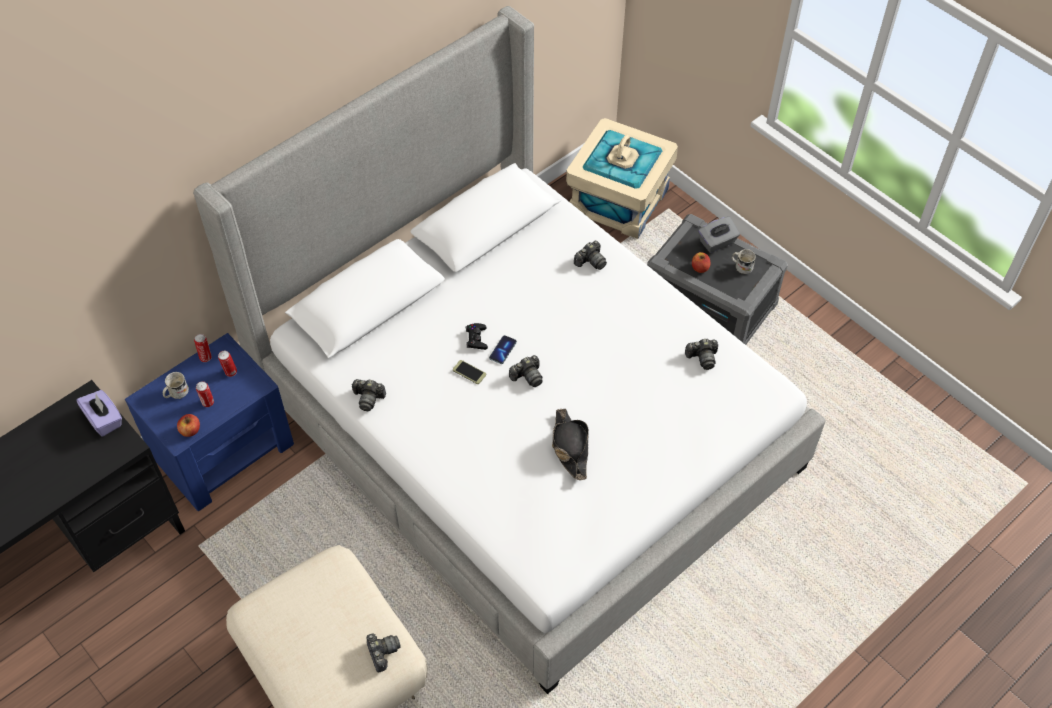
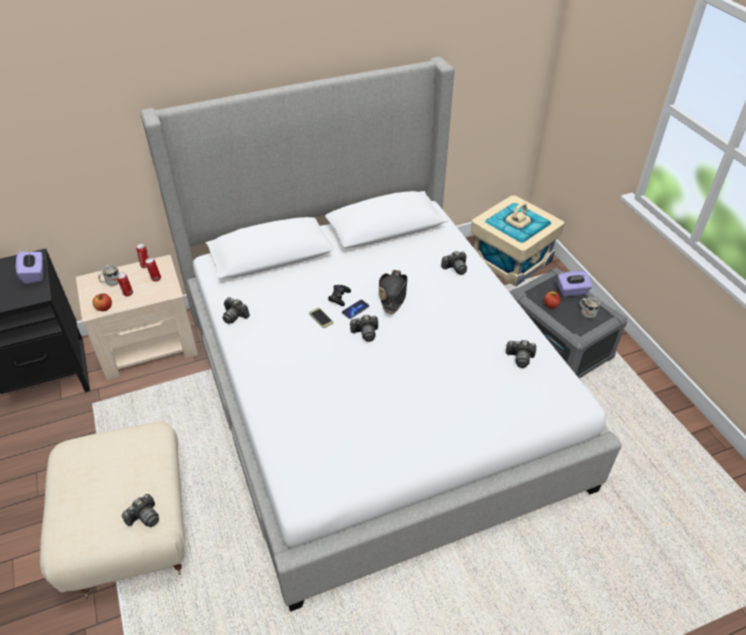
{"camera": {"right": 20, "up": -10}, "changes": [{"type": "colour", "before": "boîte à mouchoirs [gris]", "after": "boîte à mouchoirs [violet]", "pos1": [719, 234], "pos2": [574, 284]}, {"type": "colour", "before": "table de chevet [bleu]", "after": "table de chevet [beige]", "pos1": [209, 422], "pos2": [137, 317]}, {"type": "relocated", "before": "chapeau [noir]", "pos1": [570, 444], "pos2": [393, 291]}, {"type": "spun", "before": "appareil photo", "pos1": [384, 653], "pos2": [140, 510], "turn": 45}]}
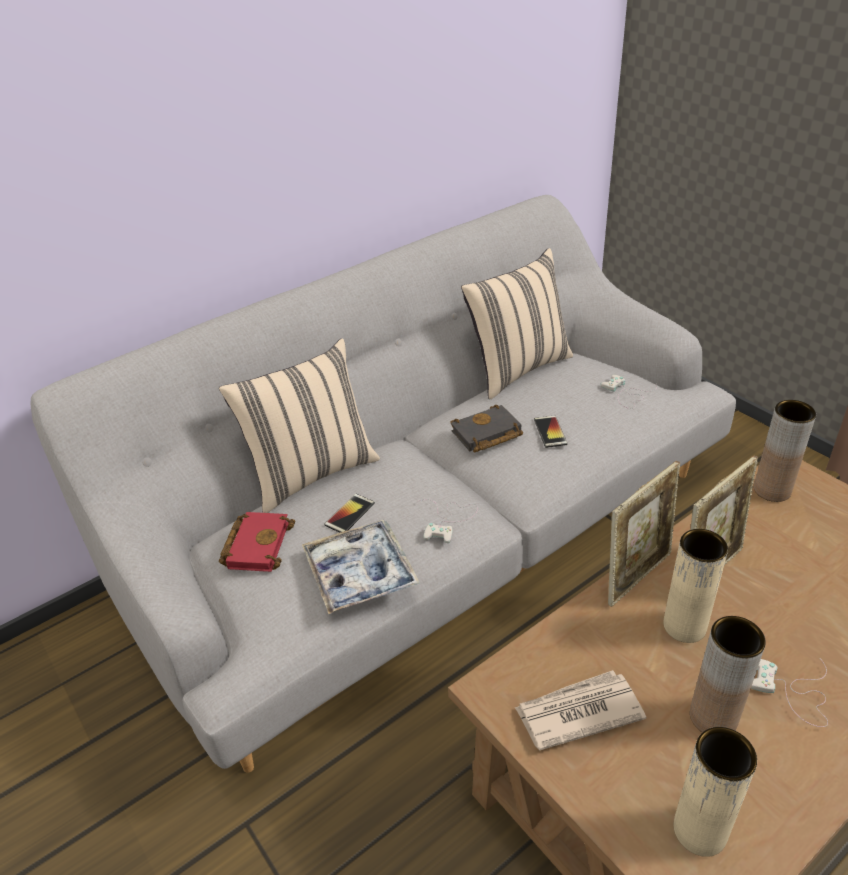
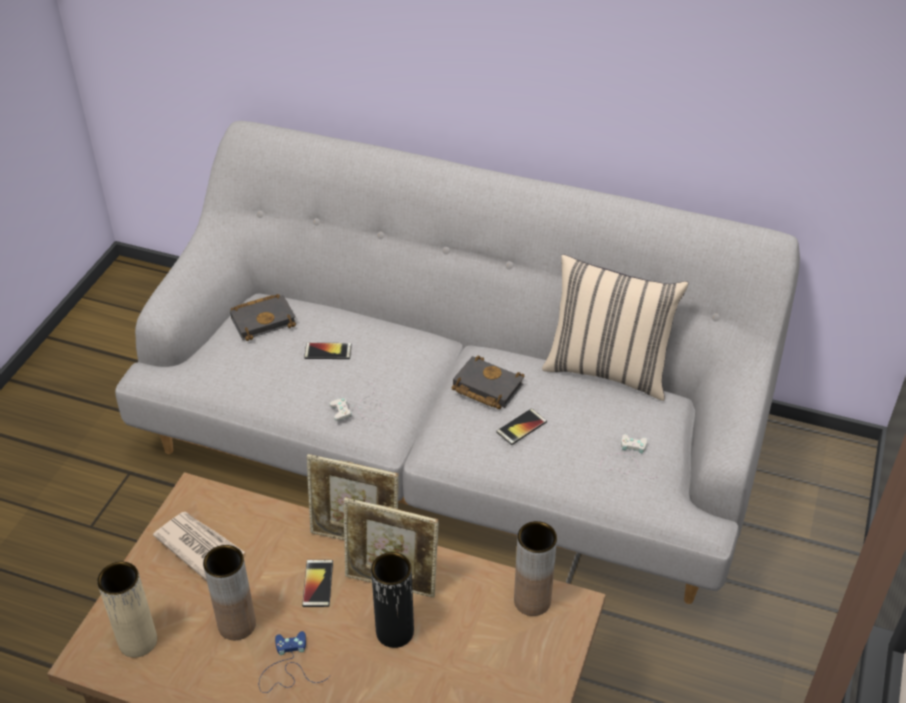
{"camera": {"right": 55, "up": 5}, "changes": [{"type": "missing", "before": "coussin [beige]", "pos1": [299, 425]}, {"type": "colour", "before": "livre [rouge]", "after": "livre [noir]", "pos1": [257, 542], "pos2": [263, 317]}, {"type": "missing", "before": "plateau", "pos1": [361, 567]}, {"type": "exchanged", "before": "vase [beige]", "after": "téléphone", "pos1": [695, 586], "pos2": [317, 583]}, {"type": "colour", "before": "manette [blanc]", "after": "manette [bleu]", "pos1": [789, 693], "pos2": [295, 662]}, {"type": "appeared", "after": "vase [noir]", "pos2": [392, 600]}]}
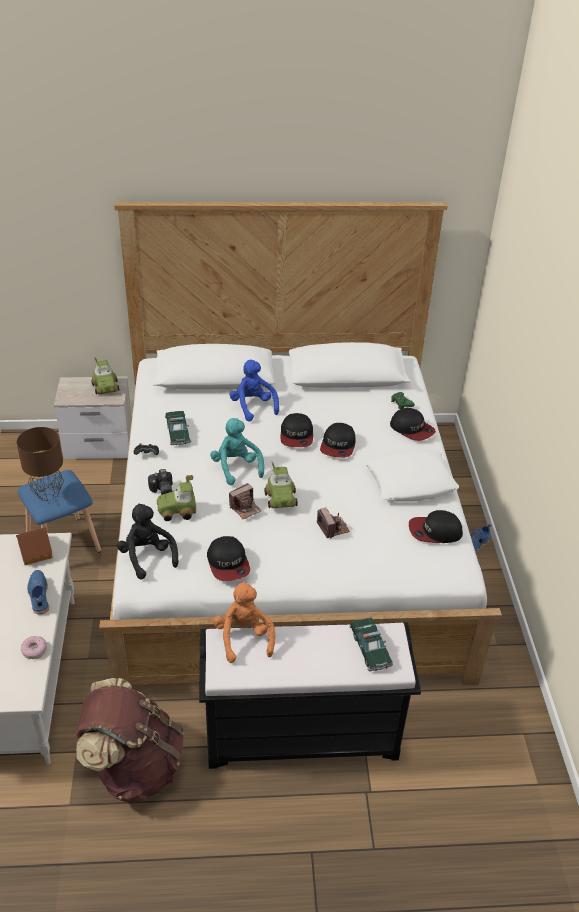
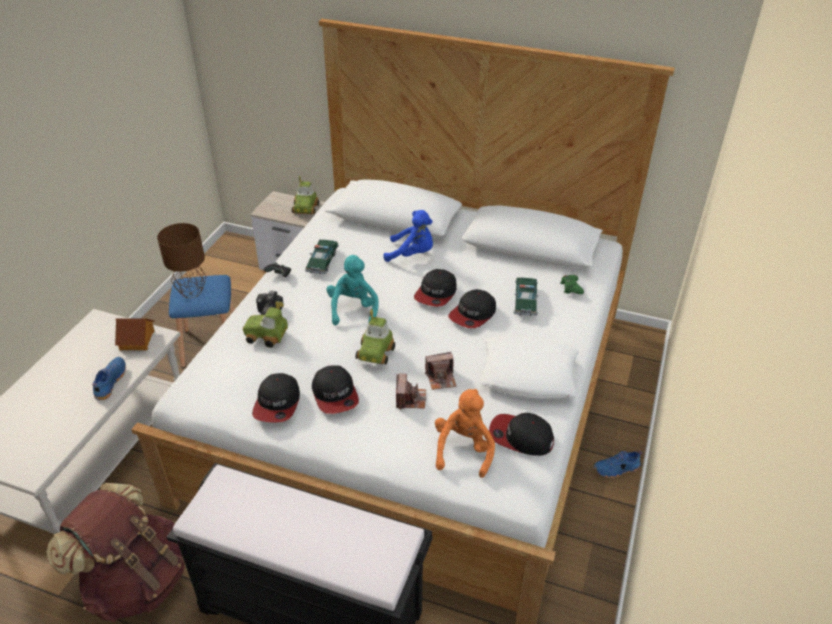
{"camera": {"right": 25, "up": 0}, "changes": [{"type": "spun", "before": "peluche [bleu]", "pos1": [254, 391], "pos2": [408, 236], "turn": 105}, {"type": "relocated", "before": "casquette", "pos1": [413, 424], "pos2": [335, 389]}, {"type": "relocated", "before": "appareil photo", "pos1": [245, 501], "pos2": [440, 371]}, {"type": "missing", "before": "peluche [noir]", "pos1": [147, 541]}, {"type": "relocated", "before": "peluche [orange]", "pos1": [244, 622], "pos2": [465, 433]}, {"type": "relocated", "before": "petite voiture", "pos1": [371, 644], "pos2": [526, 296]}, {"type": "missing", "before": "beignet", "pos1": [34, 647]}]}
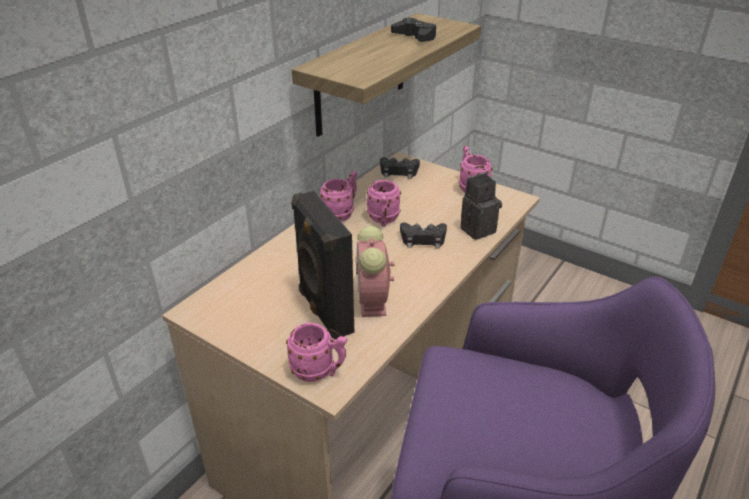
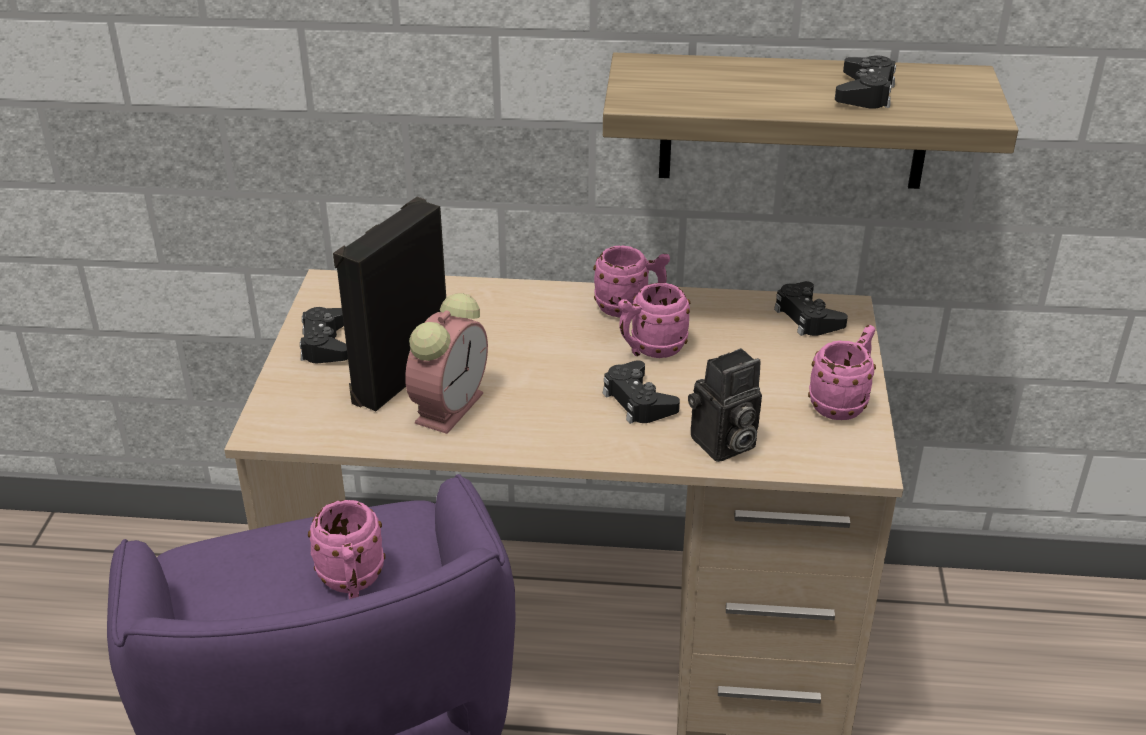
{"camera": {"right": 60, "up": 0}, "changes": [{"type": "spun", "before": "appareil photo", "pos1": [481, 206], "pos2": [725, 405], "turn": 120}, {"type": "spun", "before": "réveil", "pos1": [375, 271], "pos2": [446, 363], "turn": 150}, {"type": "relocated", "before": "mug [rose]", "pos1": [316, 352], "pos2": [346, 549]}, {"type": "appeared", "after": "manette [noir]", "pos2": [324, 335]}]}
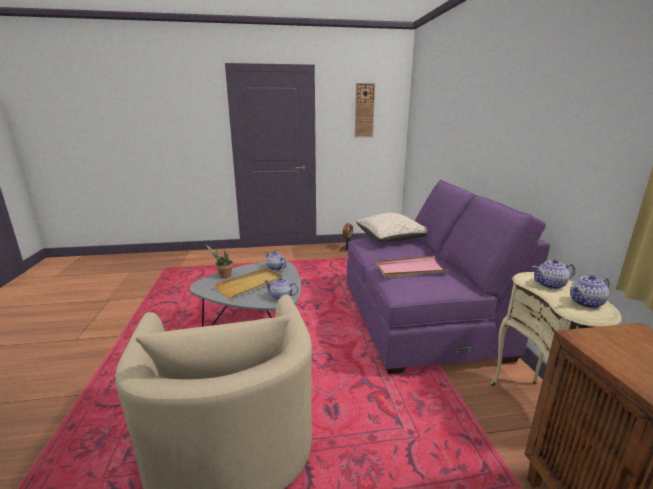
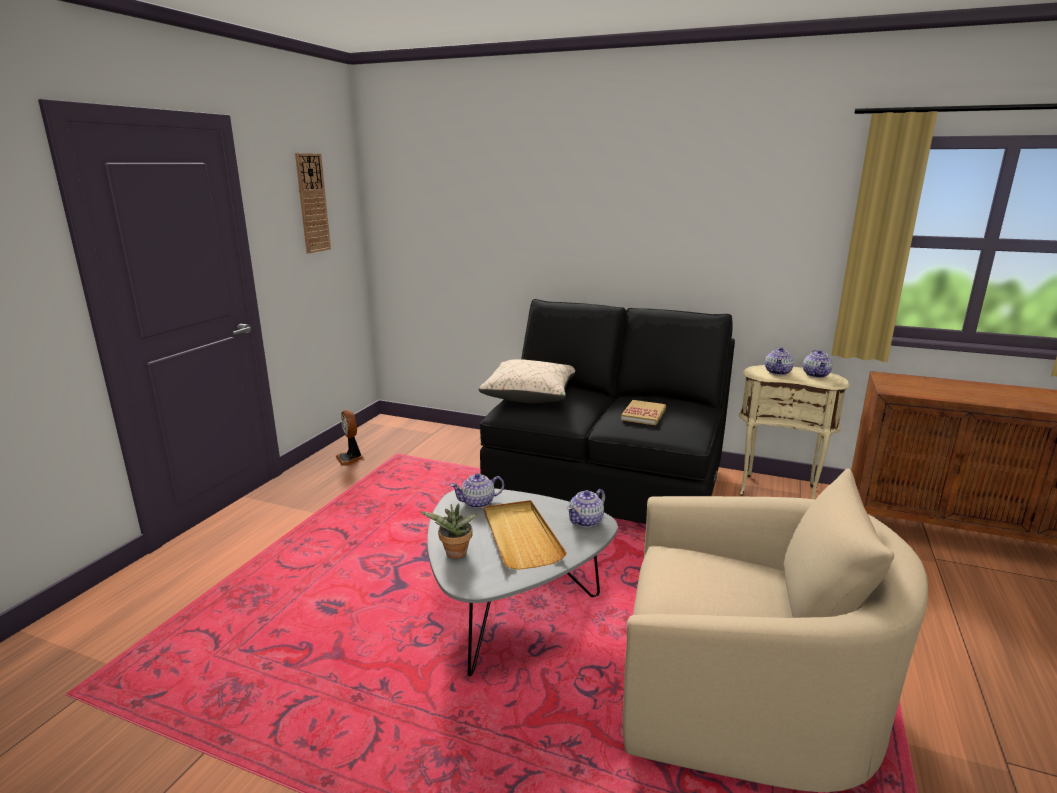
{"camera": {"right": -60, "up": 0}, "changes": [{"type": "colour", "before": "canapé [violet]", "after": "canapé [noir]", "pos1": [448, 277], "pos2": [607, 411]}, {"type": "exchanged", "before": "plateau [rose]", "after": "livre", "pos1": [413, 267], "pos2": [643, 413]}]}
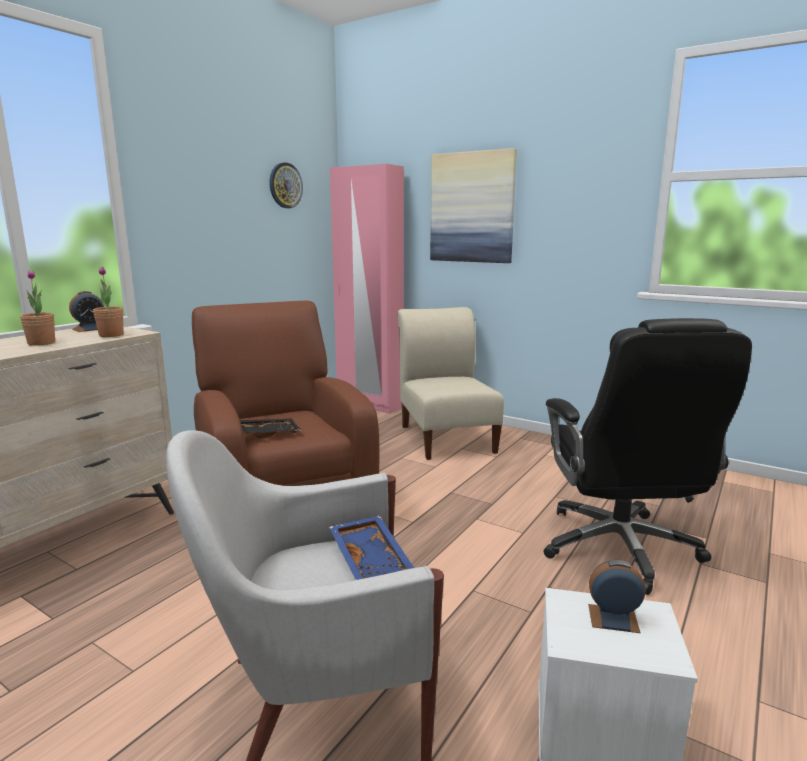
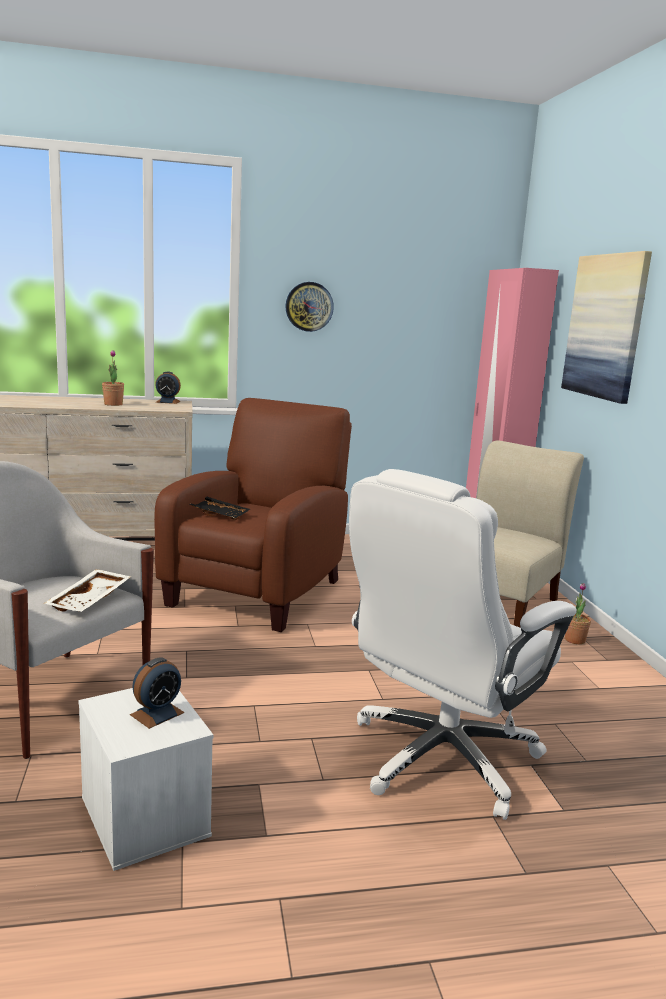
{"camera": {"right": 45, "up": 0}, "changes": [{"type": "relocated", "before": "horloge murale", "pos1": [286, 185], "pos2": [309, 307]}, {"type": "relocated", "before": "plante en pot", "pos1": [108, 302], "pos2": [578, 613]}, {"type": "colour", "before": "chaise de bureau [noir]", "after": "chaise de bureau [blanc]", "pos1": [647, 456], "pos2": [463, 644]}, {"type": "colour", "before": "plateau [bleu]", "after": "plateau [blanc]", "pos1": [371, 547], "pos2": [88, 590]}, {"type": "spun", "before": "réveil", "pos1": [617, 596], "pos2": [157, 693], "turn": 75}]}
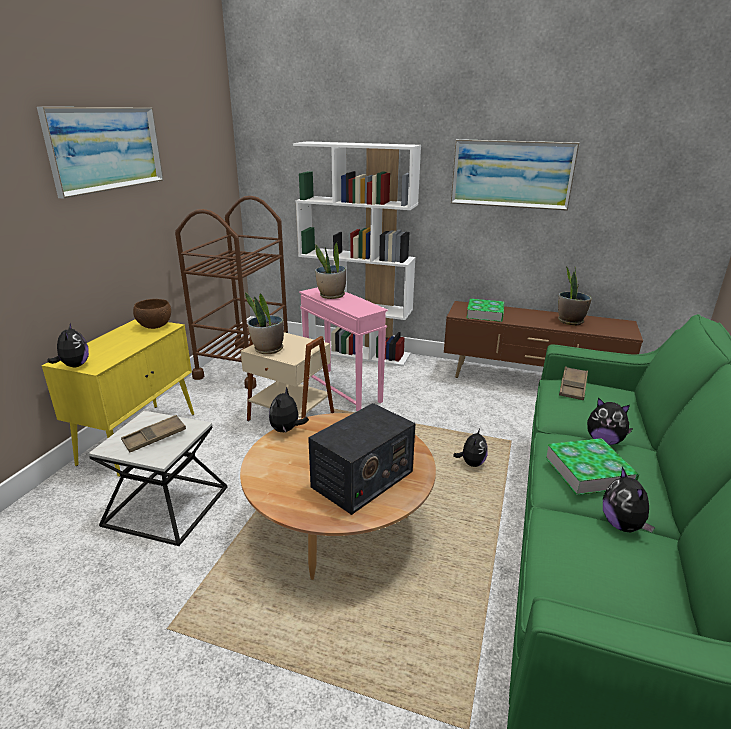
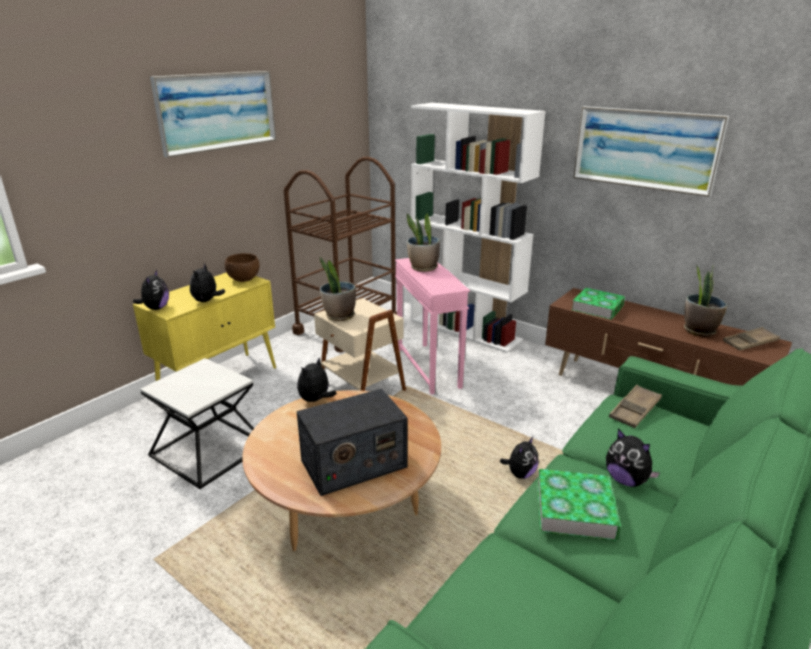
{"camera": {"right": 20, "up": 0}, "changes": [{"type": "relocated", "before": "plateau [marron]", "pos1": [153, 434], "pos2": [751, 339]}, {"type": "relocated", "before": "peluche", "pos1": [629, 499], "pos2": [208, 282]}]}
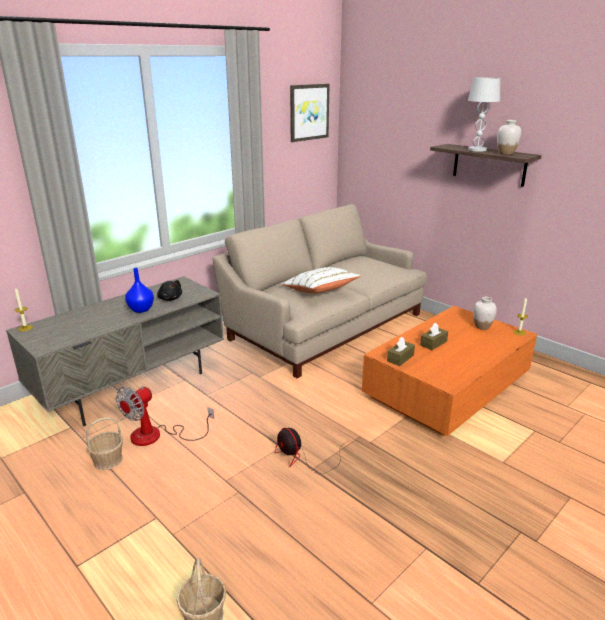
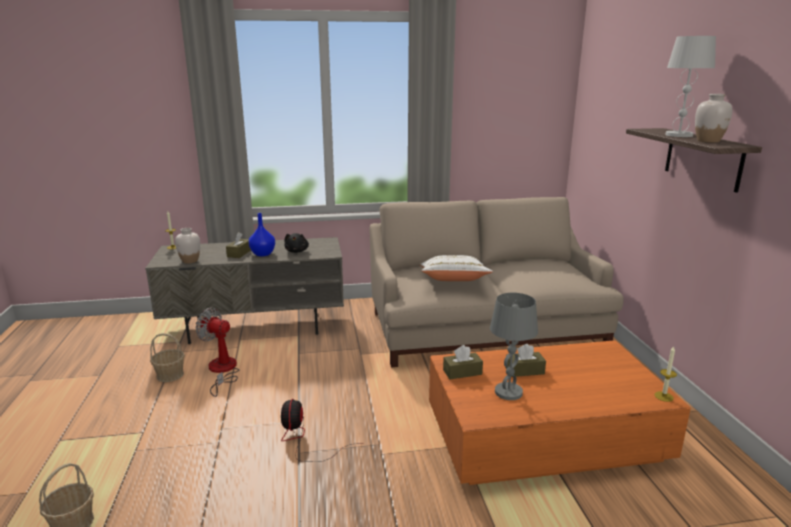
{"camera": {"right": 35, "up": -5}, "changes": [{"type": "missing", "before": "tableau", "pos1": [310, 113]}, {"type": "relocated", "before": "vase [blanc]", "pos1": [485, 313], "pos2": [187, 246]}, {"type": "spun", "before": "ventilateur", "pos1": [165, 416], "pos2": [217, 352], "turn": 45}, {"type": "appeared", "after": "boîte à mouchoirs [marron]", "pos2": [238, 245]}, {"type": "appeared", "after": "lampe de table [gris]", "pos2": [514, 346]}]}
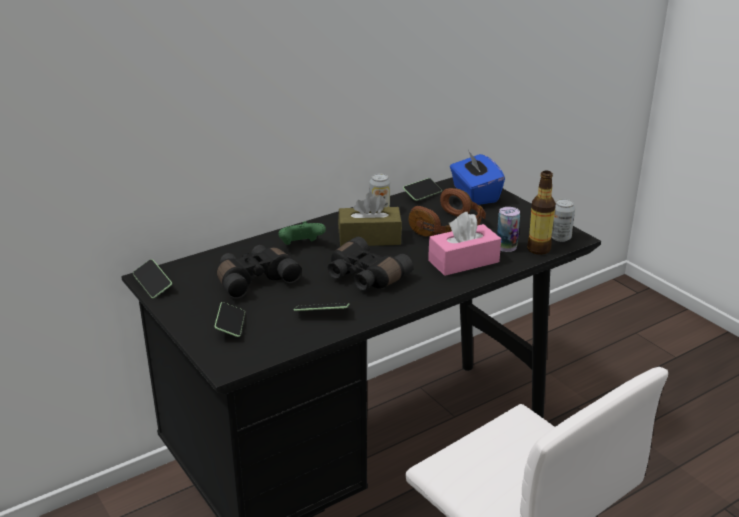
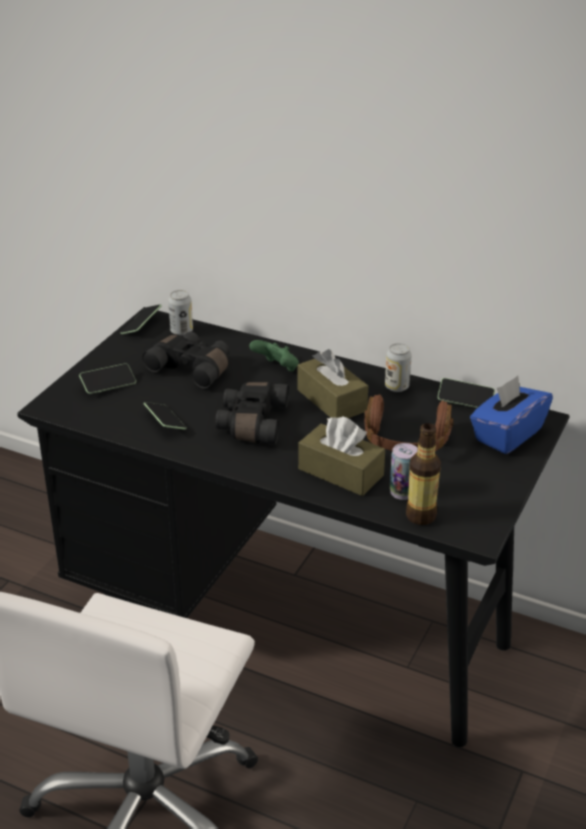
{"camera": {"right": 60, "up": 5}, "changes": [{"type": "relocated", "before": "boîte métallique", "pos1": [563, 220], "pos2": [180, 313]}, {"type": "colour", "before": "boîte à mouchoirs [rose]", "after": "boîte à mouchoirs [marron]", "pos1": [464, 244], "pos2": [341, 456]}]}
